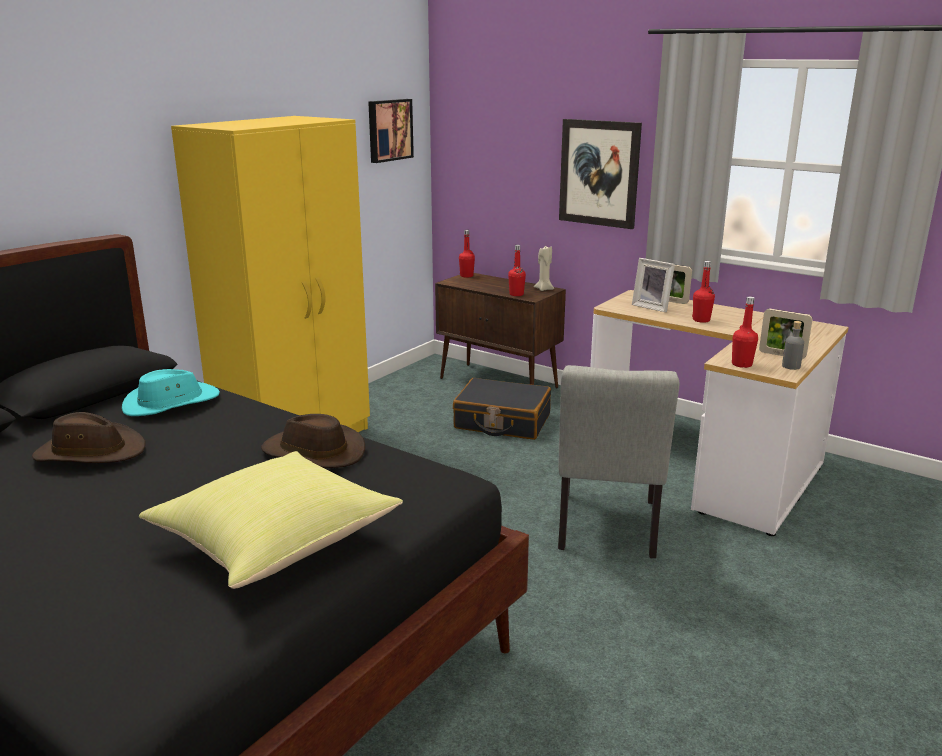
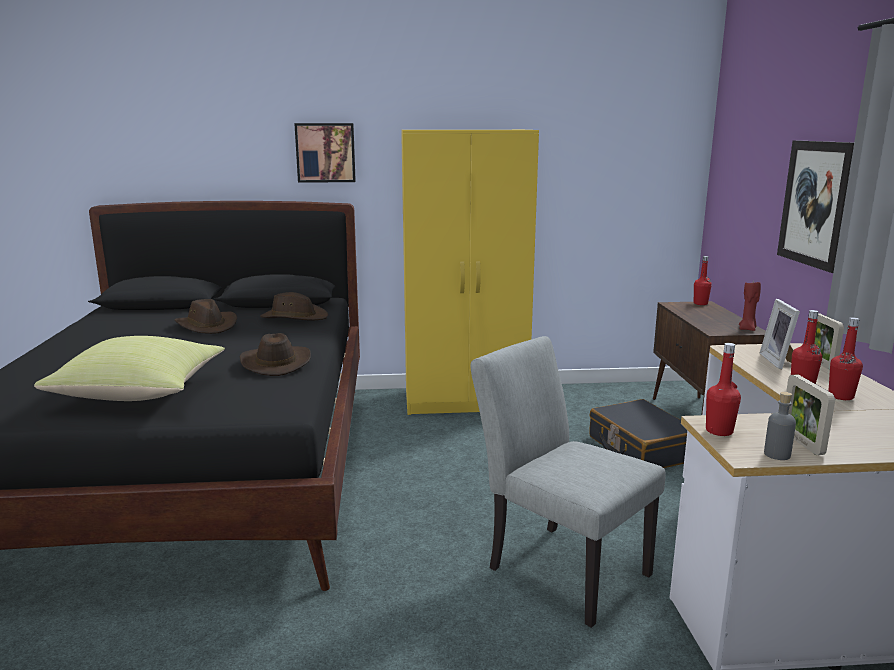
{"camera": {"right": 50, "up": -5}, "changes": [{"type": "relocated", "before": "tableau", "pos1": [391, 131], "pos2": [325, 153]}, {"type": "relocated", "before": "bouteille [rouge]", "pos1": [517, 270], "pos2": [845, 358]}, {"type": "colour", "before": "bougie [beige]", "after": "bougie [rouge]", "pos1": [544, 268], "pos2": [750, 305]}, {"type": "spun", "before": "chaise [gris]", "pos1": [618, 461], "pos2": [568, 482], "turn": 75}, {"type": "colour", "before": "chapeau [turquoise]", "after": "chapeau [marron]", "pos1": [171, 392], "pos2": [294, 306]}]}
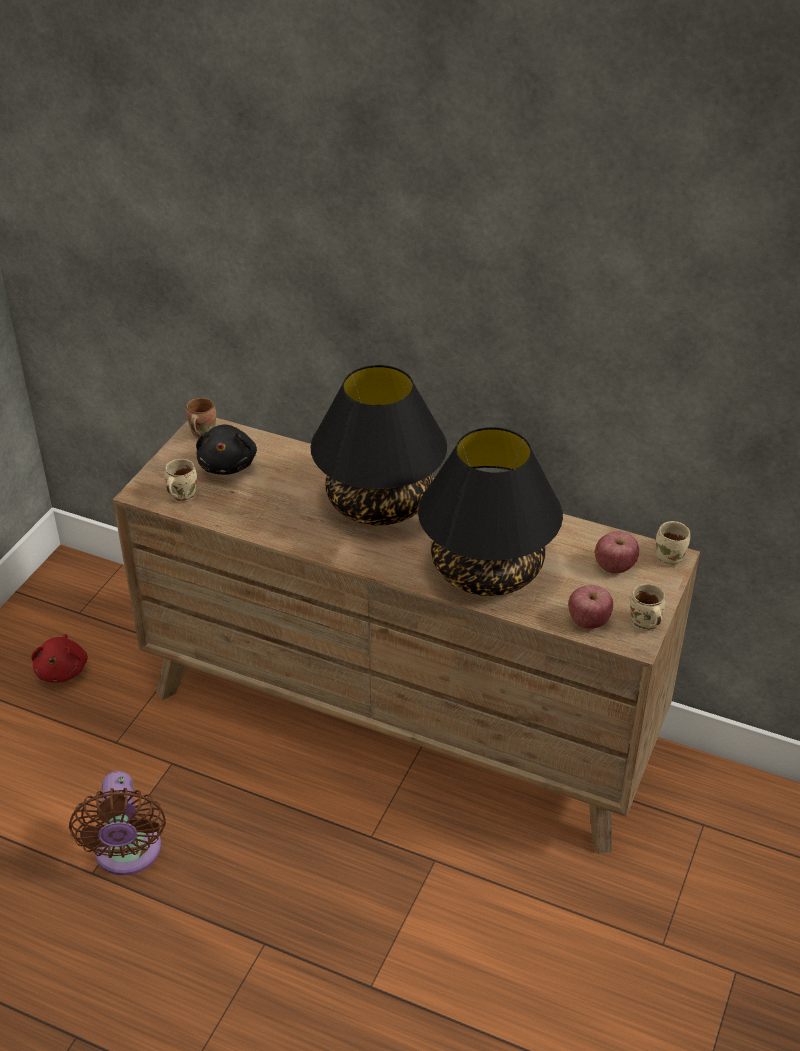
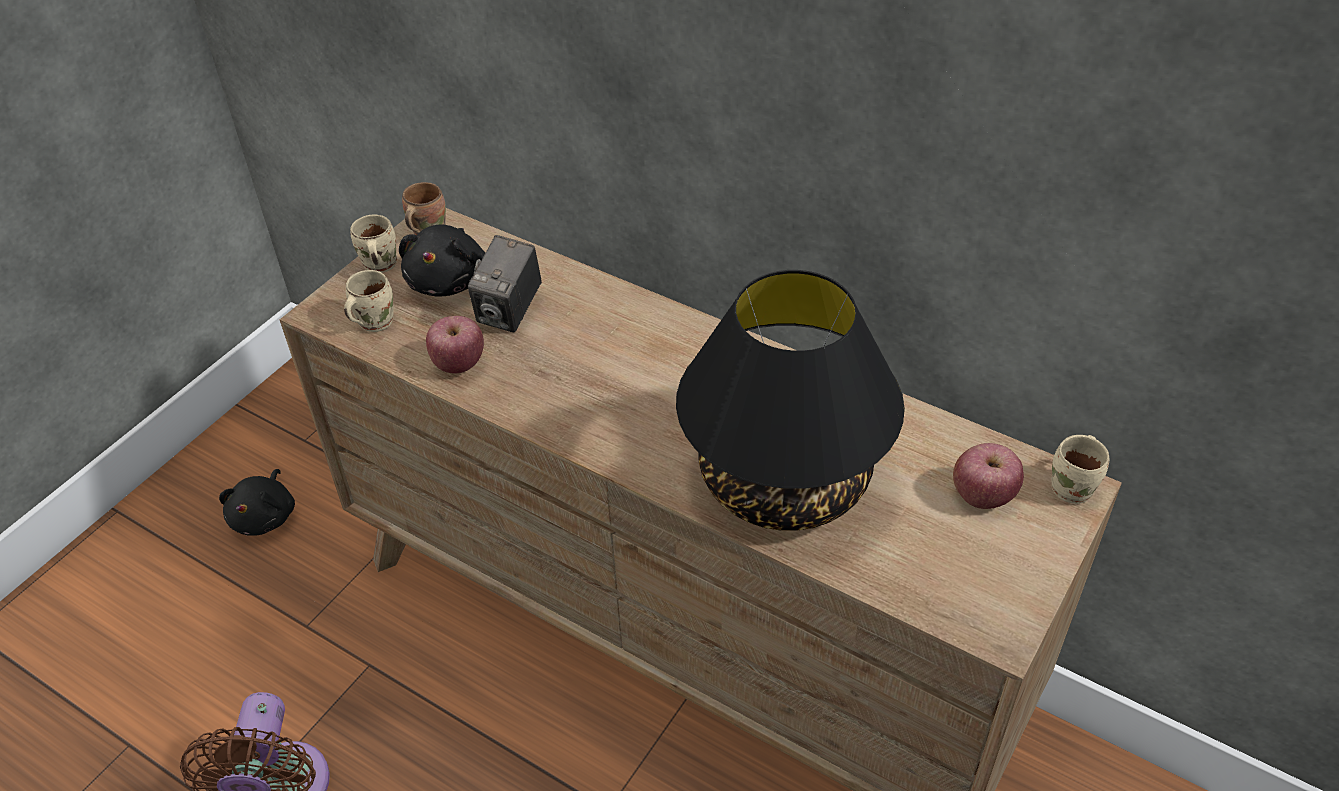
{"camera": {"right": 10, "up": 5}, "changes": [{"type": "missing", "before": "lampe de table [noir]", "pos1": [378, 445]}, {"type": "relocated", "before": "mug [beige]", "pos1": [648, 607], "pos2": [373, 244]}, {"type": "relocated", "before": "pomme", "pos1": [590, 607], "pos2": [455, 345]}, {"type": "colour", "before": "peluche [rouge]", "after": "peluche [noir]", "pos1": [59, 658], "pos2": [257, 502]}, {"type": "appeared", "after": "appareil photo", "pos2": [505, 283]}]}
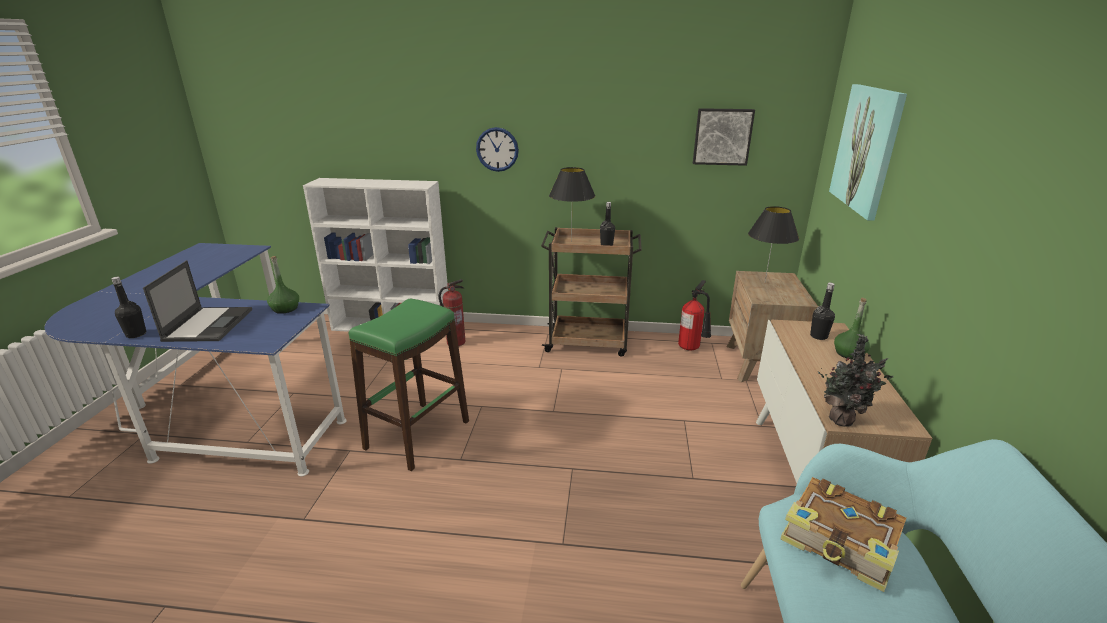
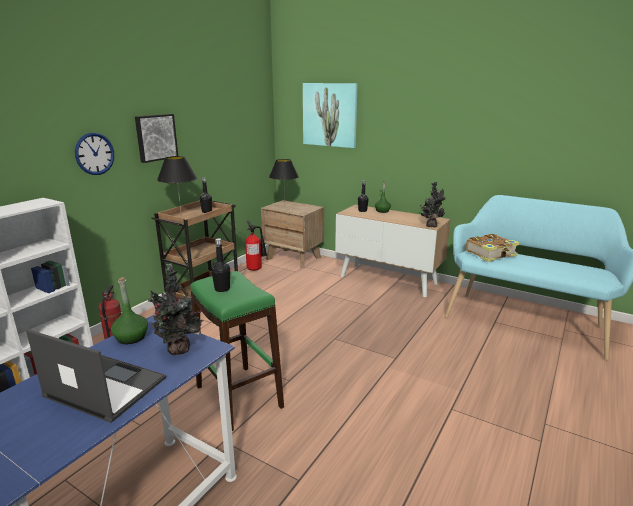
{"camera": {"right": -65, "up": -5}, "changes": [{"type": "relocated", "before": "tableau", "pos1": [724, 137], "pos2": [156, 138]}, {"type": "relocated", "before": "bouteille [noir]", "pos1": [128, 307], "pos2": [220, 265]}, {"type": "appeared", "after": "plante en pot", "pos2": [176, 309]}]}
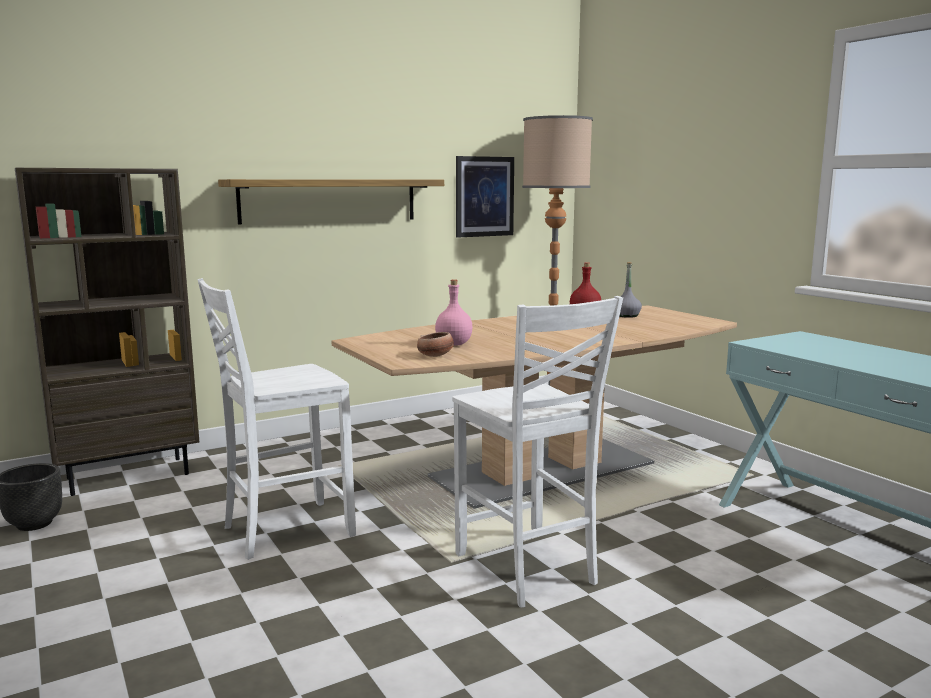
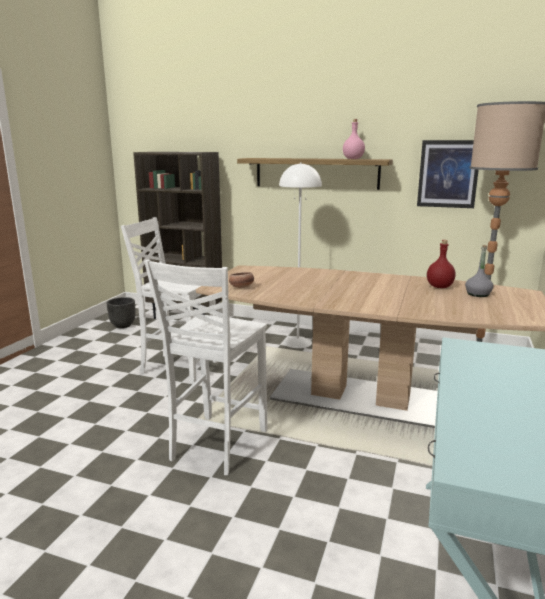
{"camera": {"right": 50, "up": 5}, "changes": [{"type": "relocated", "before": "bouteille [rose]", "pos1": [454, 312], "pos2": [354, 139]}, {"type": "appeared", "after": "lampadaire [blanc]", "pos2": [300, 255]}]}
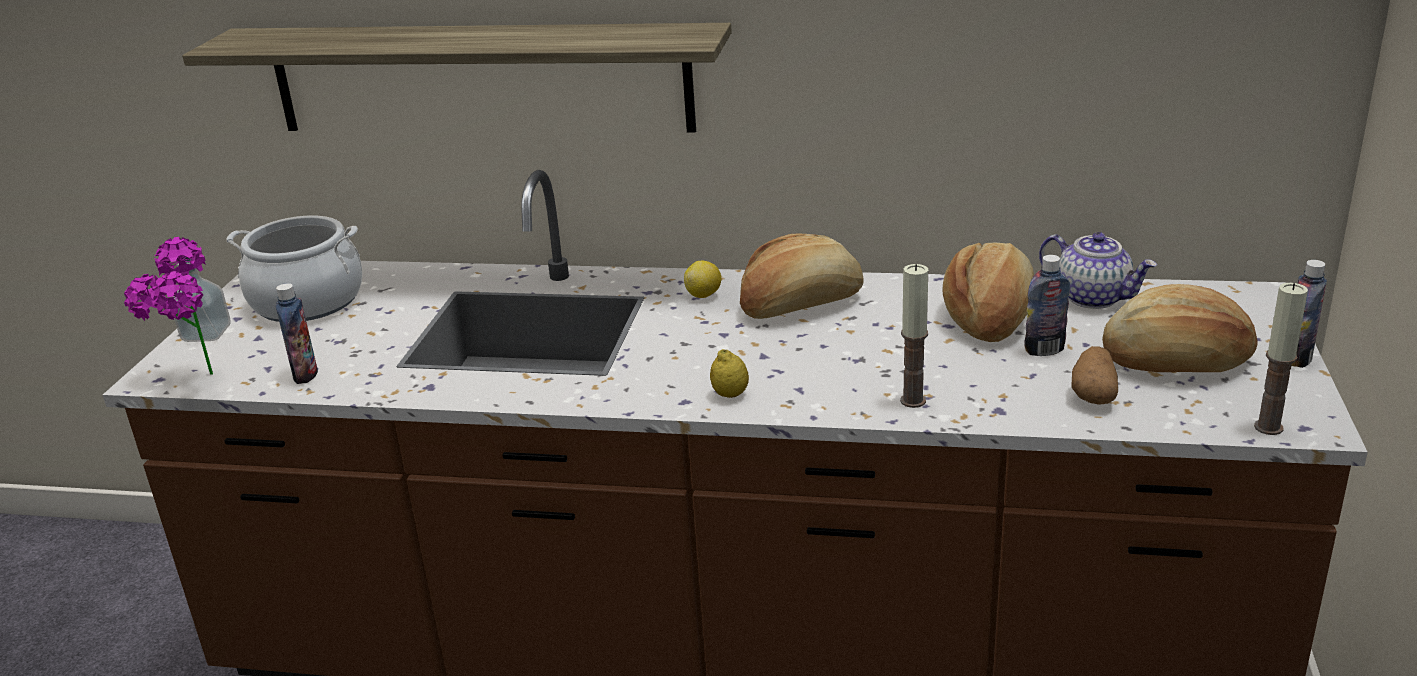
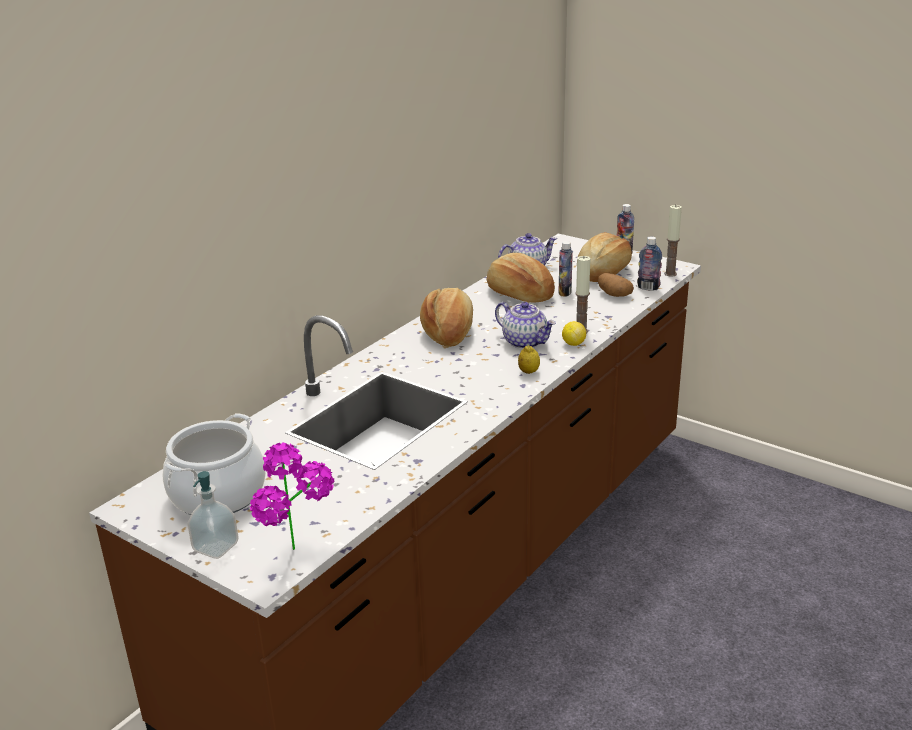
{"camera": {"right": -65, "up": 0}, "changes": [{"type": "missing", "before": "étagère", "pos1": [457, 77]}, {"type": "relocated", "before": "citron", "pos1": [702, 279], "pos2": [574, 333]}, {"type": "relocated", "before": "bouteille", "pos1": [297, 333], "pos2": [649, 263]}, {"type": "appeared", "after": "théière", "pos2": [525, 325]}]}
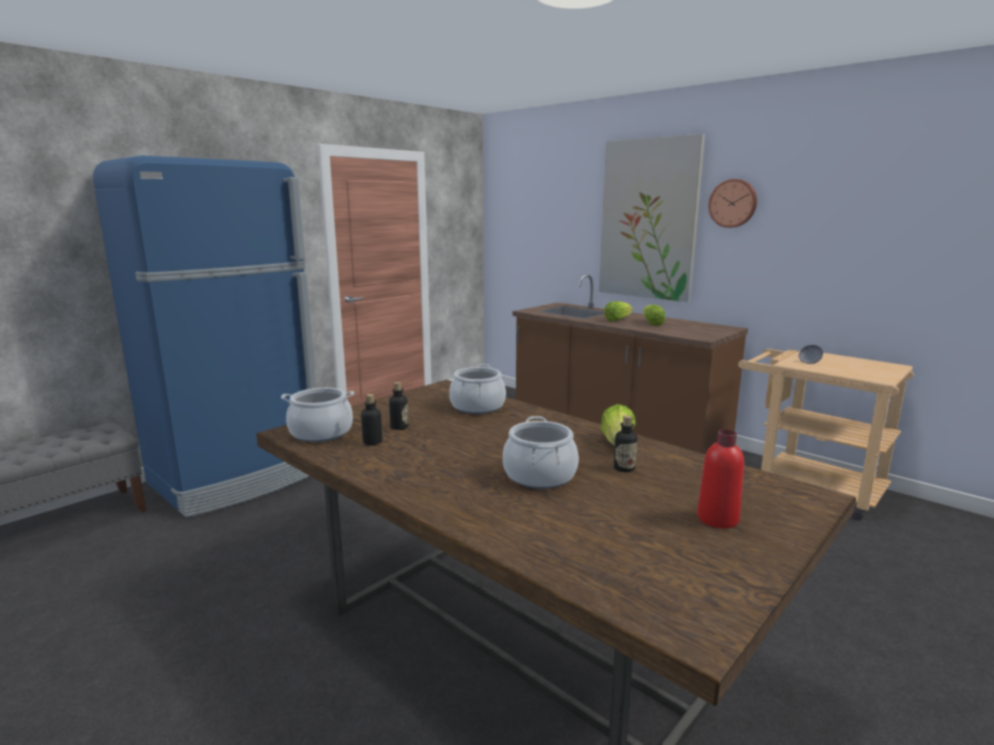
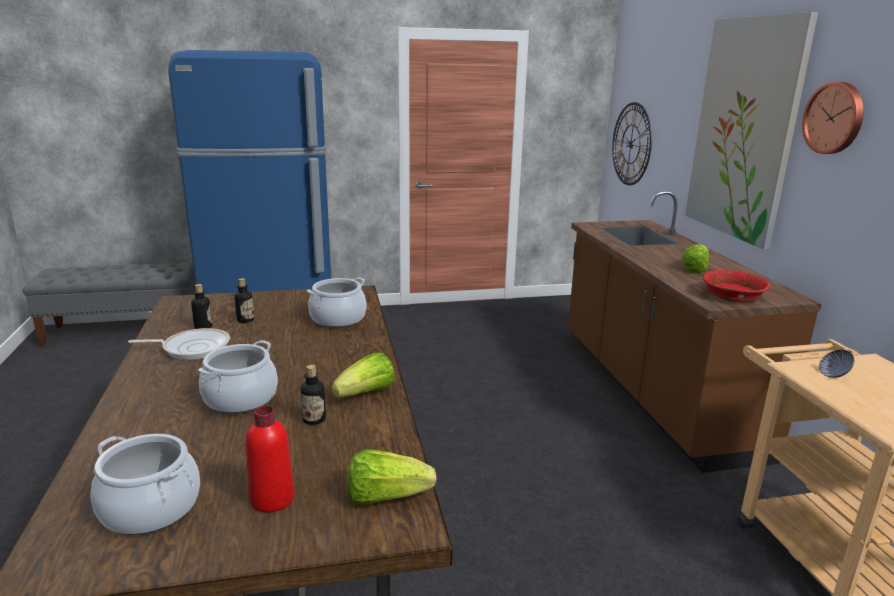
{"camera": {"right": 35, "up": 5}, "changes": [{"type": "relocated", "before": "laitue", "pos1": [618, 311], "pos2": [392, 477]}, {"type": "relocated", "before": "marmite", "pos1": [317, 415], "pos2": [145, 484]}, {"type": "appeared", "after": "horloge murale", "pos2": [632, 143]}, {"type": "appeared", "after": "bol [rouge]", "pos2": [736, 286]}, {"type": "appeared", "after": "poêle", "pos2": [179, 344]}]}
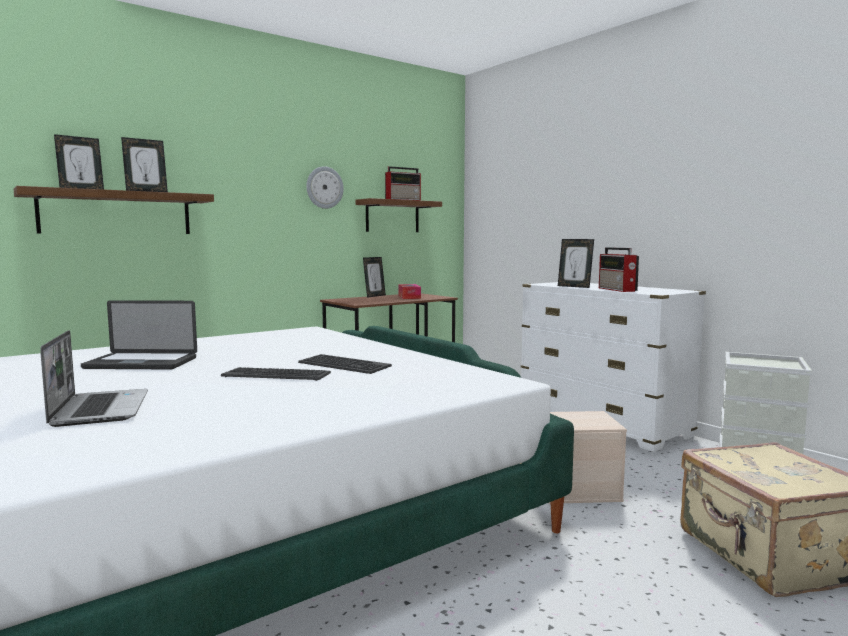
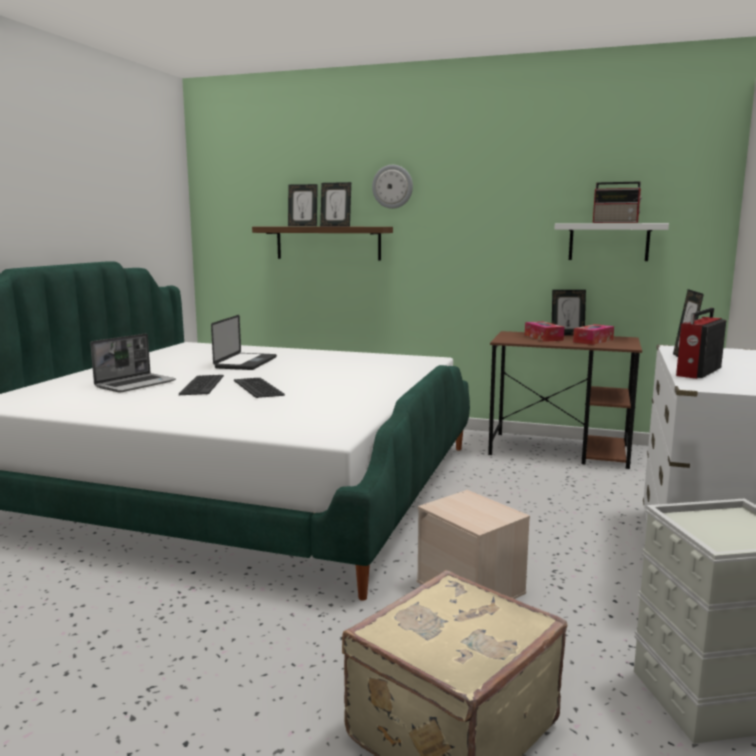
{"camera": {"right": 55, "up": 5}, "changes": [{"type": "relocated", "before": "horloge murale", "pos1": [325, 187], "pos2": [392, 187]}, {"type": "colour", "before": "étagère [marron]", "after": "étagère [blanc]", "pos1": [399, 215], "pos2": [612, 242]}, {"type": "spun", "before": "ordinateur portable", "pos1": [139, 335], "pos2": [244, 342], "turn": -135}, {"type": "relocated", "before": "clavier", "pos1": [345, 364], "pos2": [201, 385]}, {"type": "appeared", "after": "boîte à mouchoirs", "pos2": [544, 331]}]}
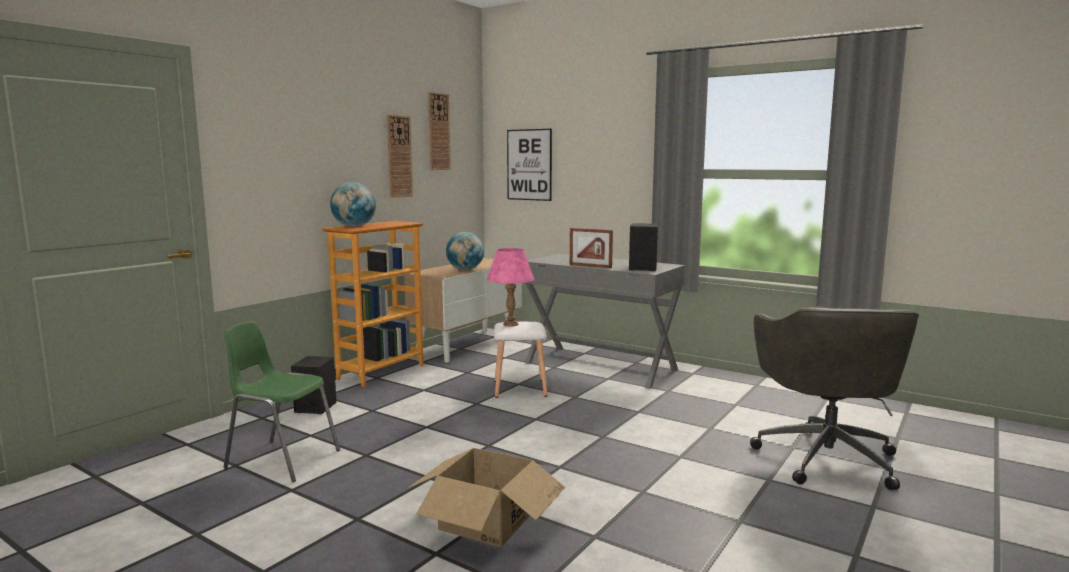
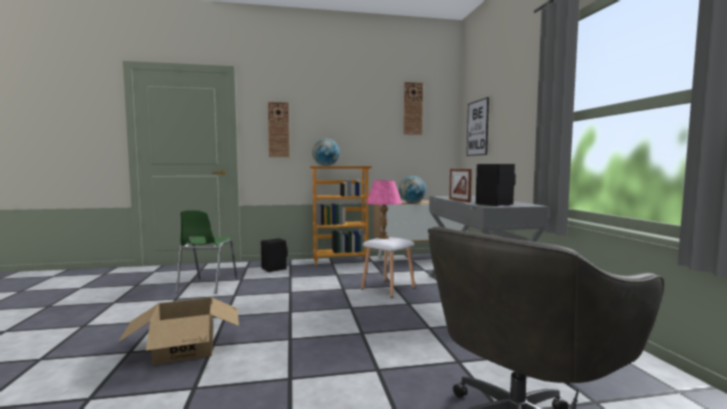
{"camera": {"right": 45, "up": -5}, "changes": [{"type": "relocated", "before": "horloge murale", "pos1": [400, 156], "pos2": [279, 129]}, {"type": "spun", "before": "chaise [vert]", "pos1": [281, 401], "pos2": [207, 251], "turn": -150}]}
